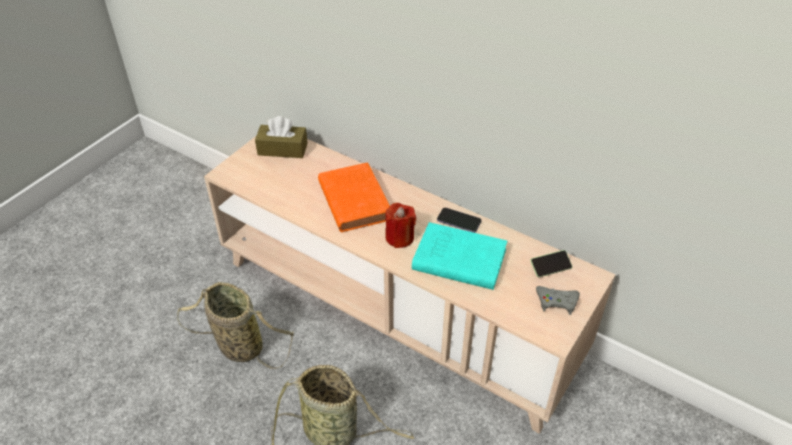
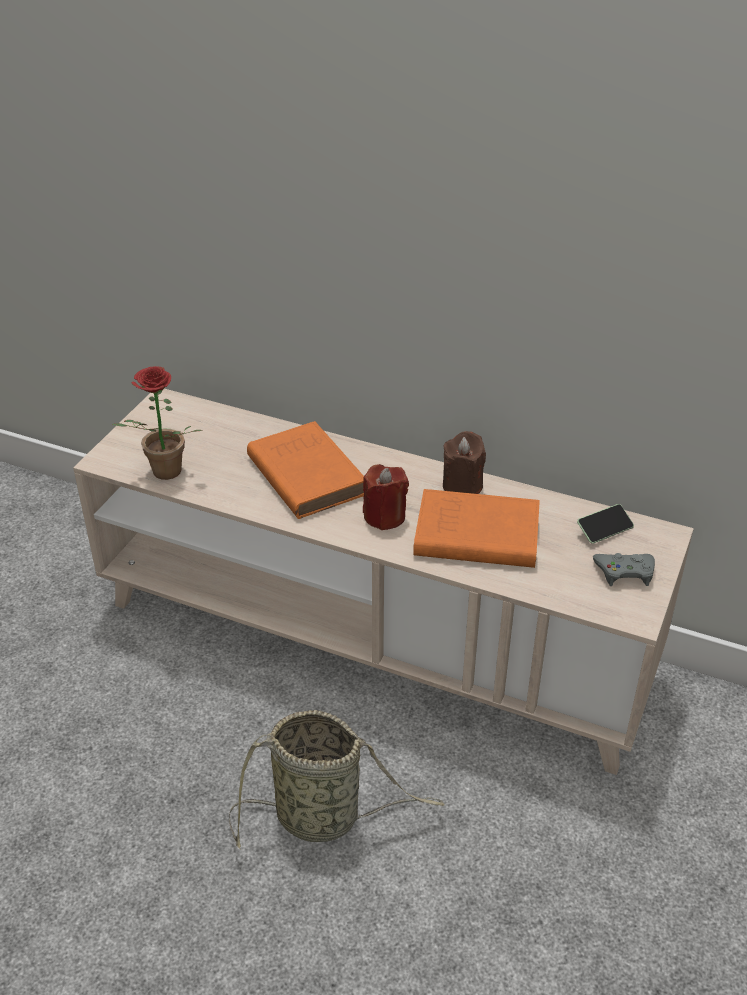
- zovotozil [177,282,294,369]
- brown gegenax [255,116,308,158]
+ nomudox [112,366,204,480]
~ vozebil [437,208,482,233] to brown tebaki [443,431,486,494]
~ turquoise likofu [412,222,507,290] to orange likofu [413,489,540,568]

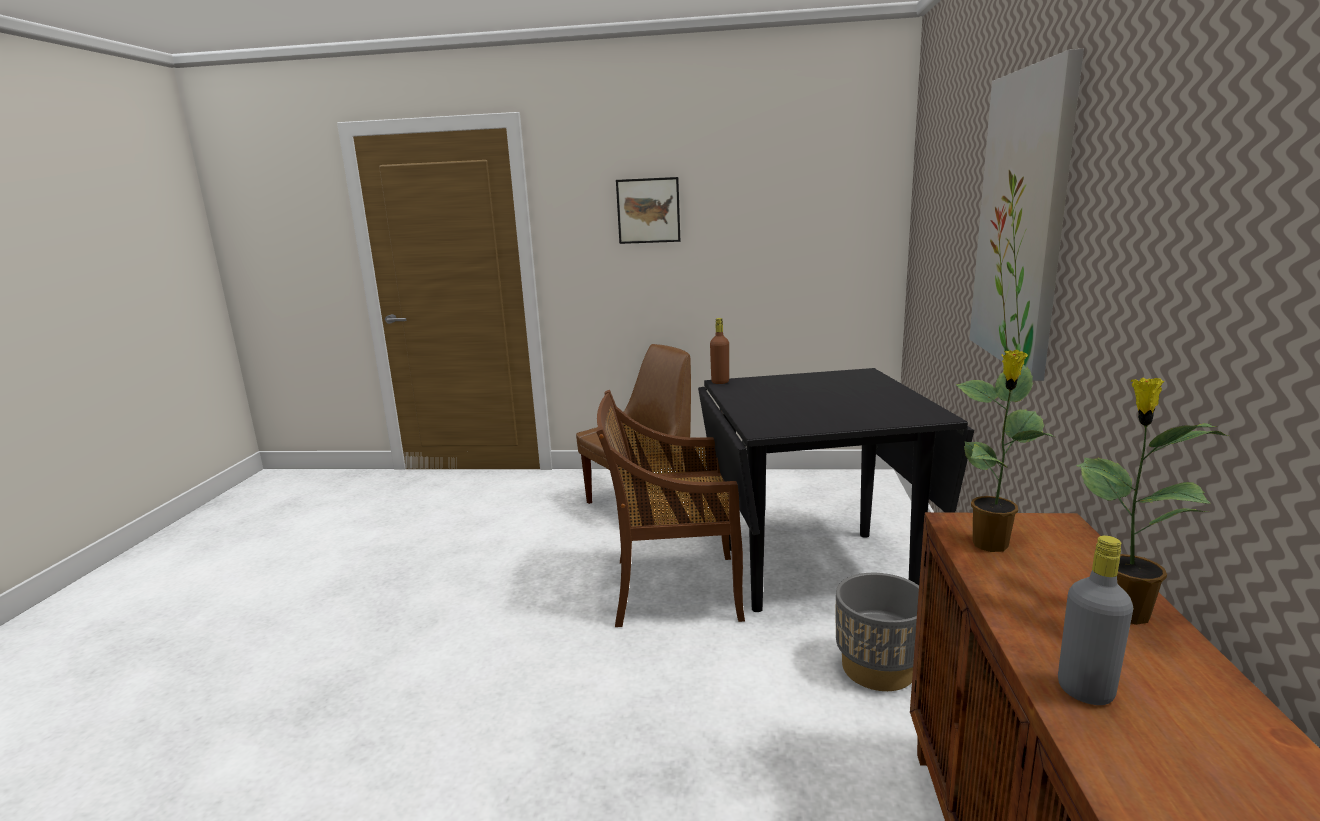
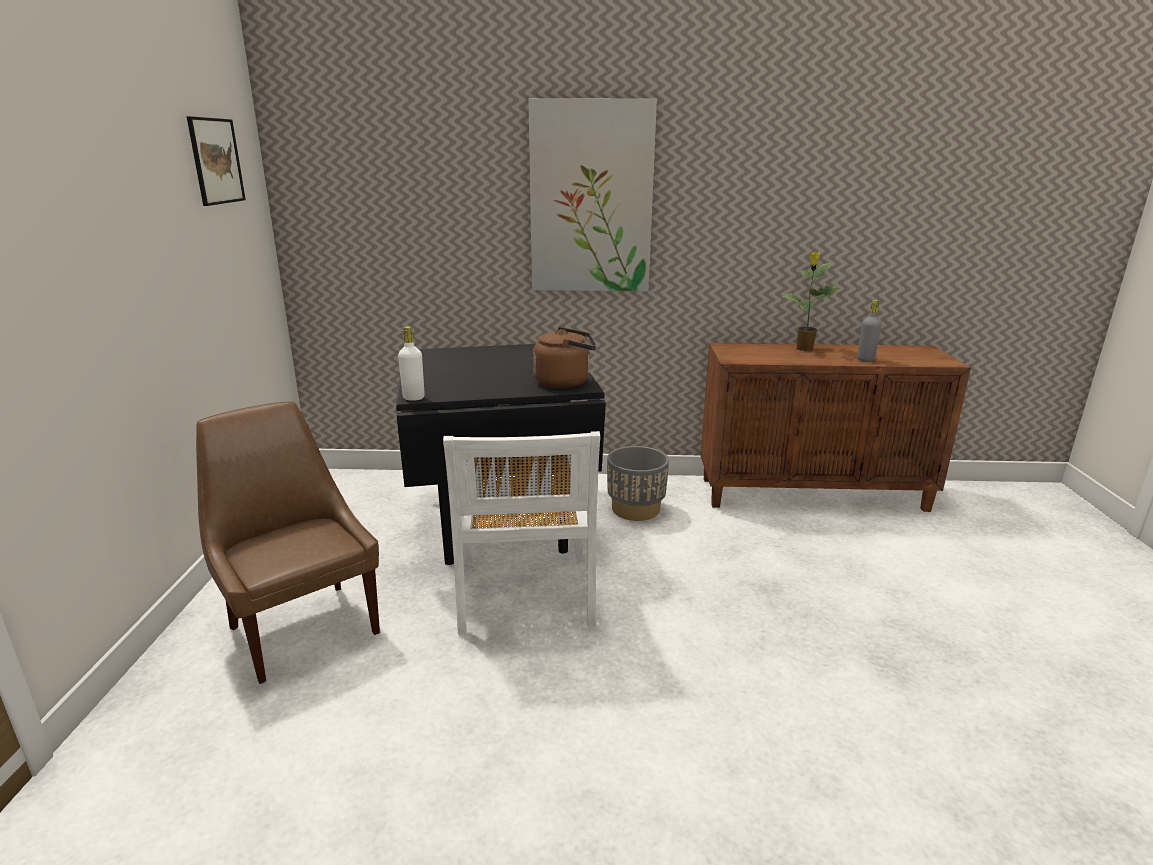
- nomudox [956,350,1055,552]
+ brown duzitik [533,327,596,388]
~ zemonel [616,177,680,244] to [187,116,246,206]
~ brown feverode [596,390,745,627] to white feverode [443,431,601,635]
~ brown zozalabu [710,318,729,384] to white zozalabu [398,326,425,401]

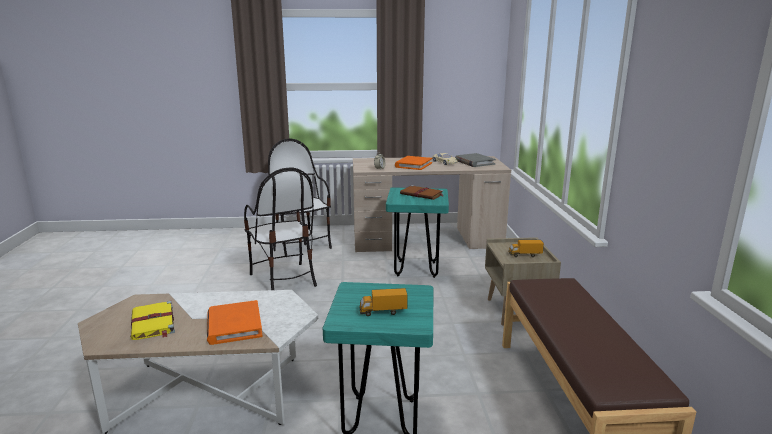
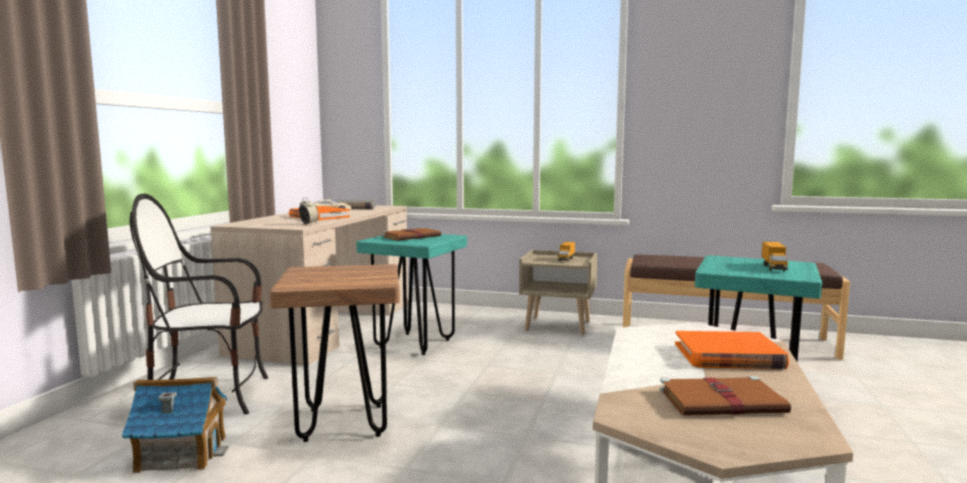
+ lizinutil [122,377,229,473]
~ feverode [244,168,317,290] to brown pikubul [270,264,400,442]
~ yellow likofu [131,301,175,340] to brown likofu [660,376,791,415]

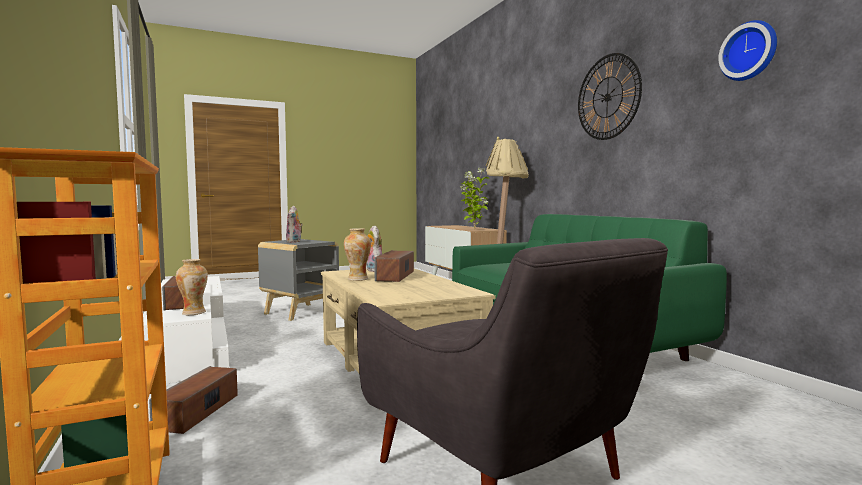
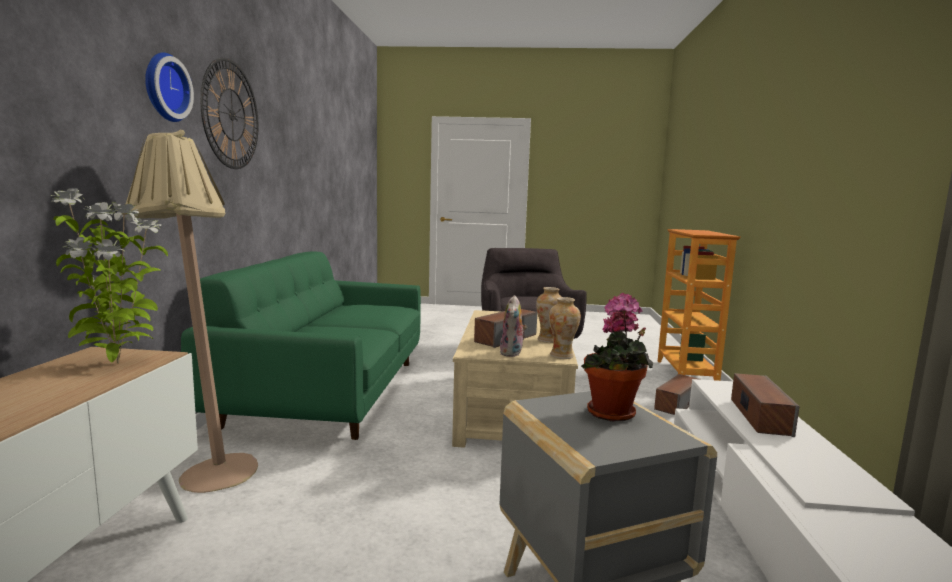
~ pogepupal [176,259,208,315] to [549,297,581,359]
~ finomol [718,20,777,81] to [145,53,194,122]
~ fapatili [286,206,303,243] to nomudox [581,293,653,421]

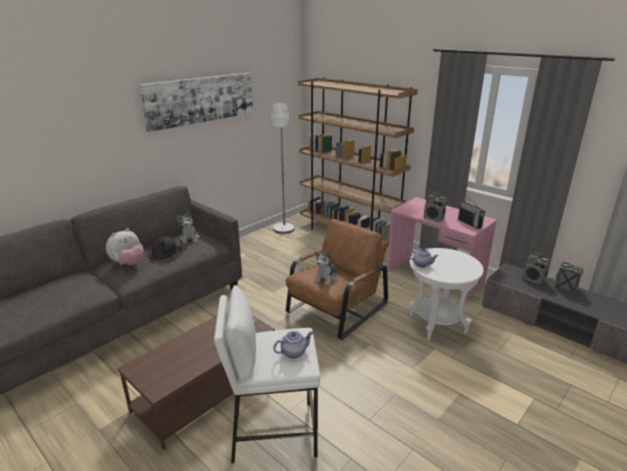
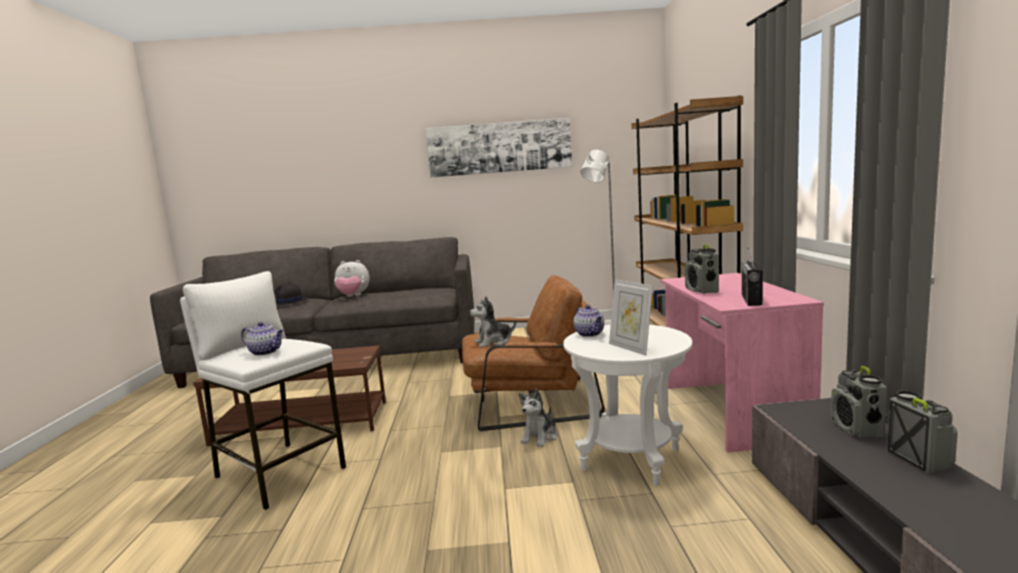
+ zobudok [609,279,653,356]
~ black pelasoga [147,236,182,260] to [274,283,308,305]
~ fapatili [176,211,200,244] to [519,388,557,447]

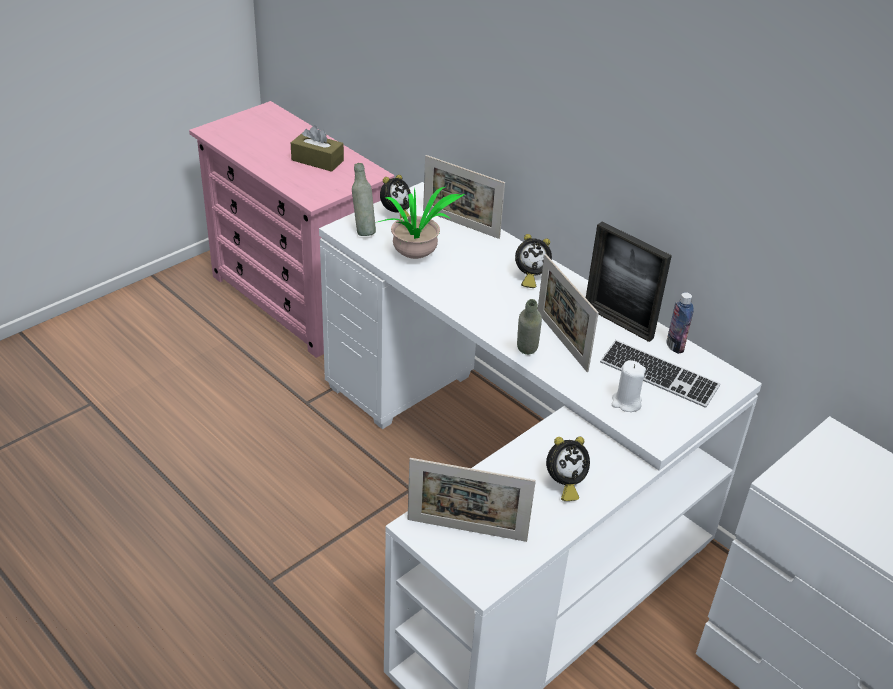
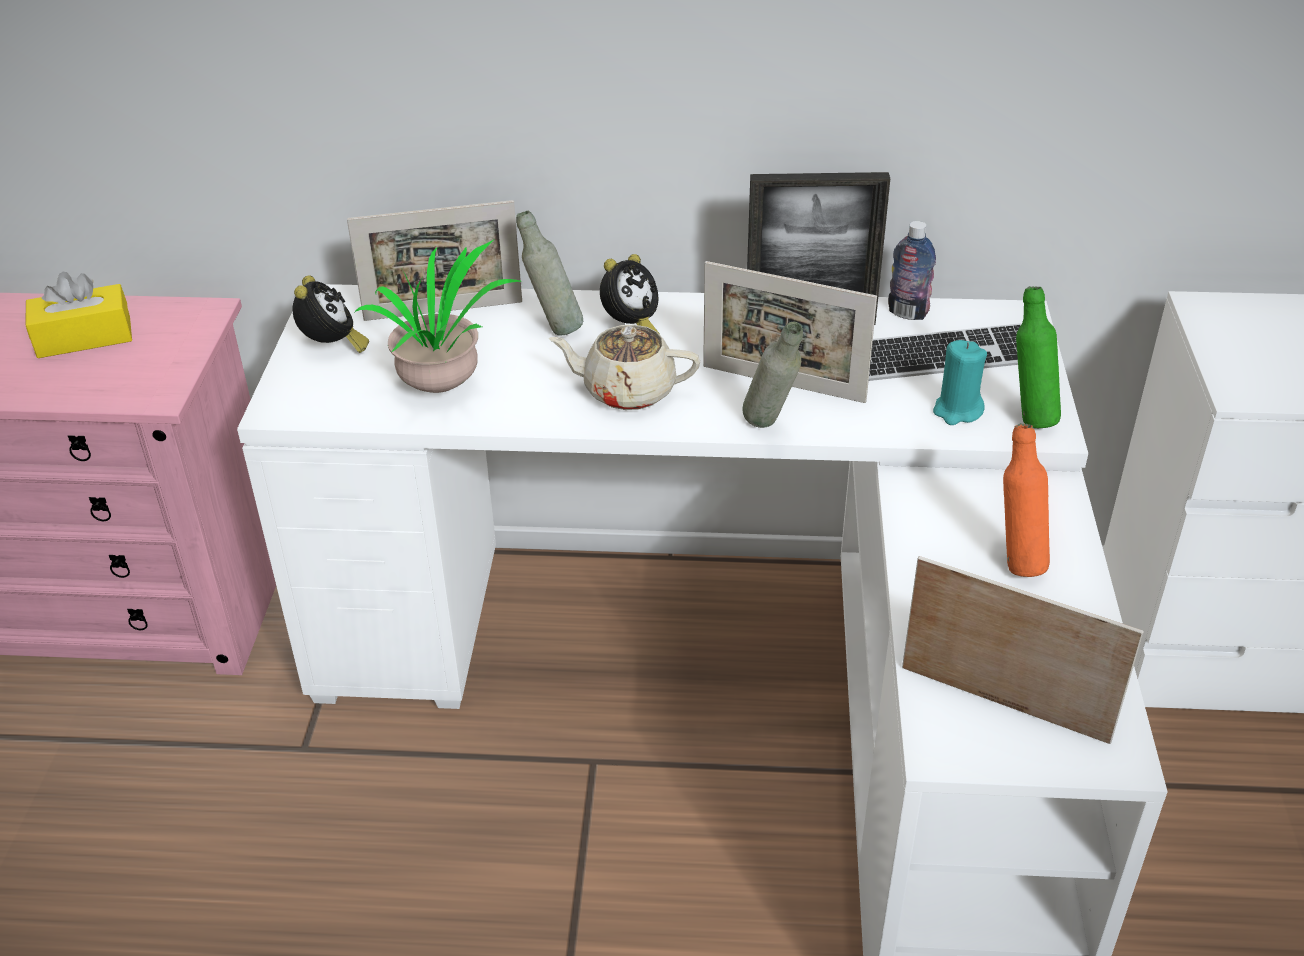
+ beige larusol [549,325,700,410]
+ green zozalabu [1016,286,1061,428]
~ grey zozalabu [352,163,376,236] to [516,211,583,335]
~ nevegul [546,436,590,501] to orange zozalabu [1003,423,1050,577]
~ brown gegenax [291,125,344,172] to yellow gegenax [26,272,132,358]
~ white tebaki [612,360,646,412] to turquoise tebaki [933,340,987,425]
~ zobudok [408,458,536,542] = [902,556,1144,744] 120 degrees counterclockwise

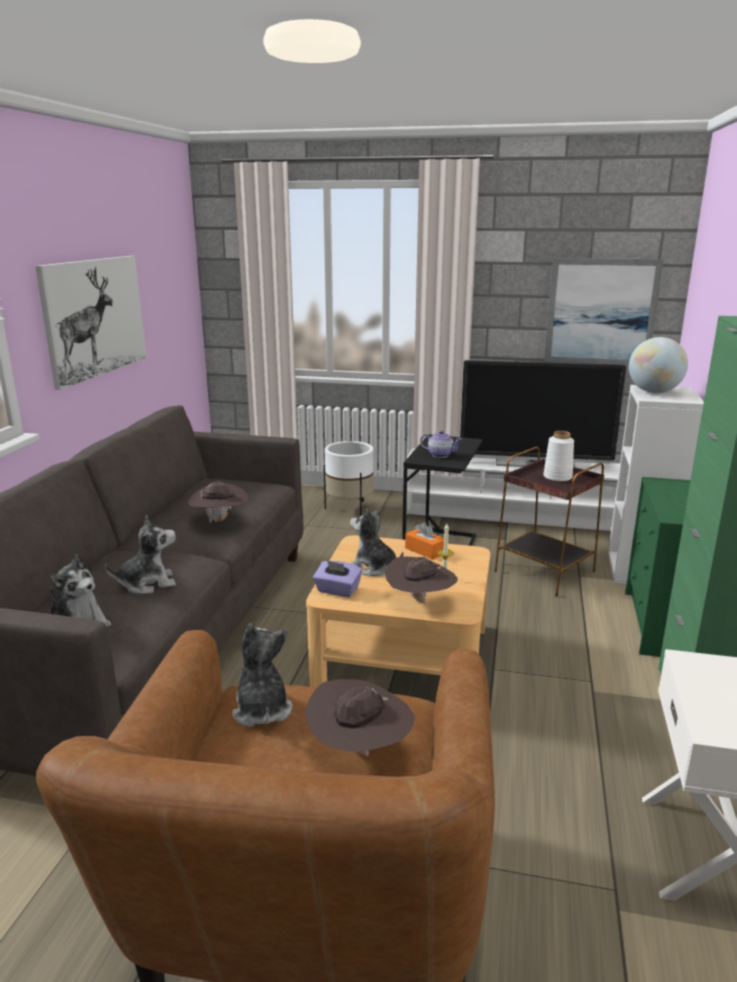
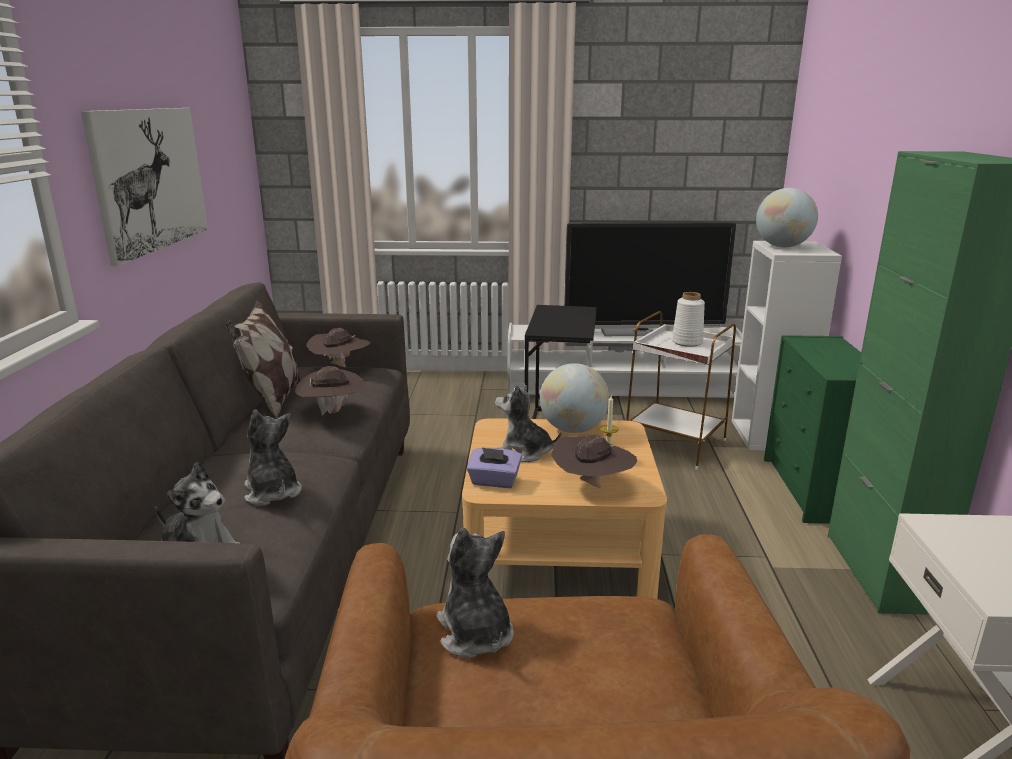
- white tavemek [324,441,374,516]
- larusol [420,430,463,458]
- zemonel [544,258,664,366]
+ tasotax [226,300,300,419]
~ brown pelasoga [304,679,415,756] to [306,328,371,367]
~ orange gegenax [405,522,444,560] to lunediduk [540,363,609,433]
~ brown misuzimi [494,446,604,597] to white misuzimi [626,311,736,470]
~ fapatili [105,515,176,594] = [244,409,302,506] 90 degrees counterclockwise

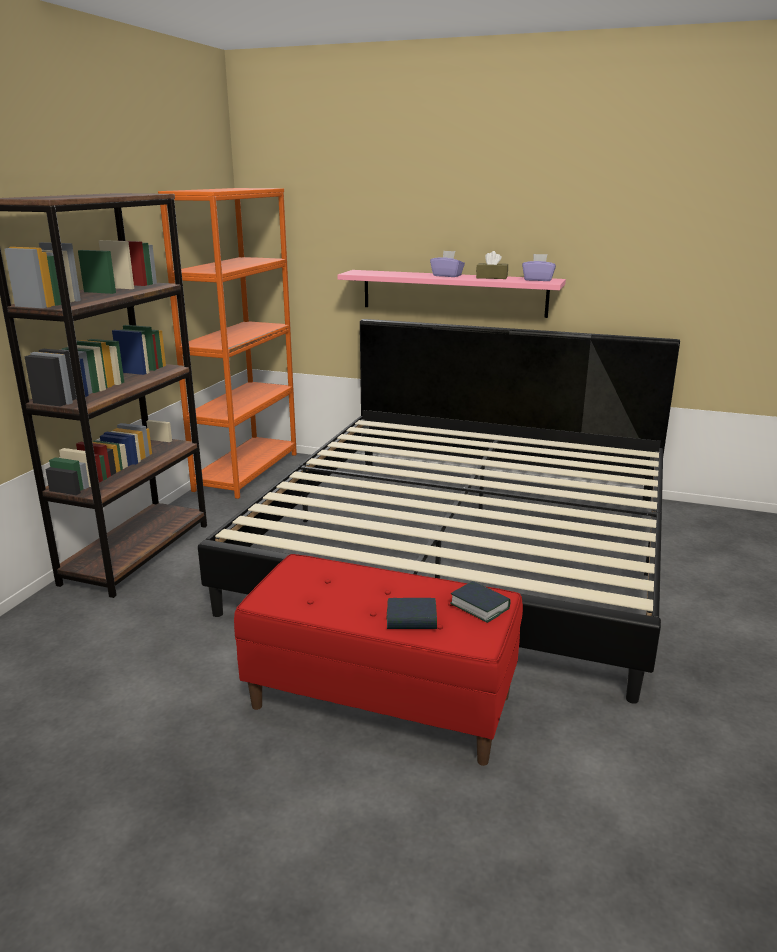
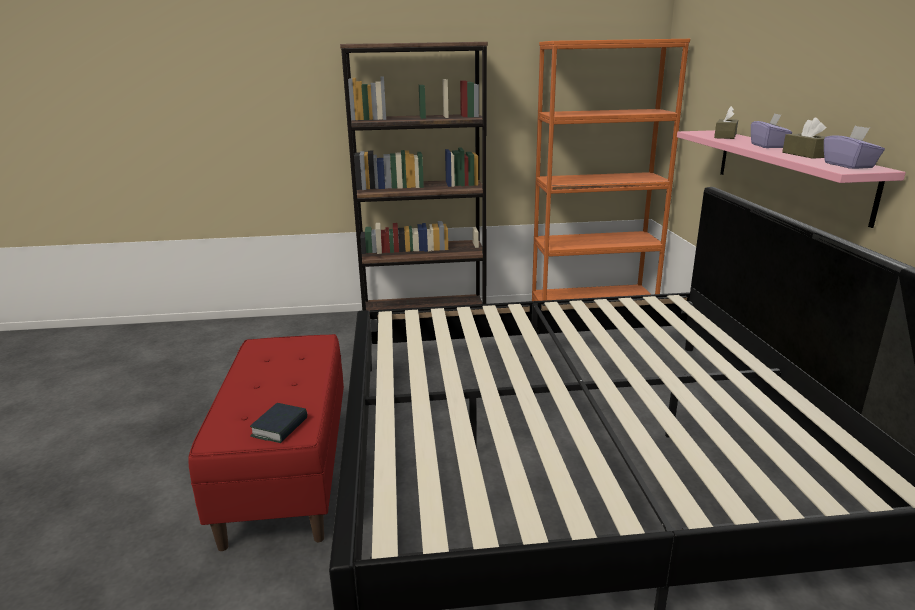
- likofu [387,598,437,629]
+ brown gegenax [714,106,738,139]

